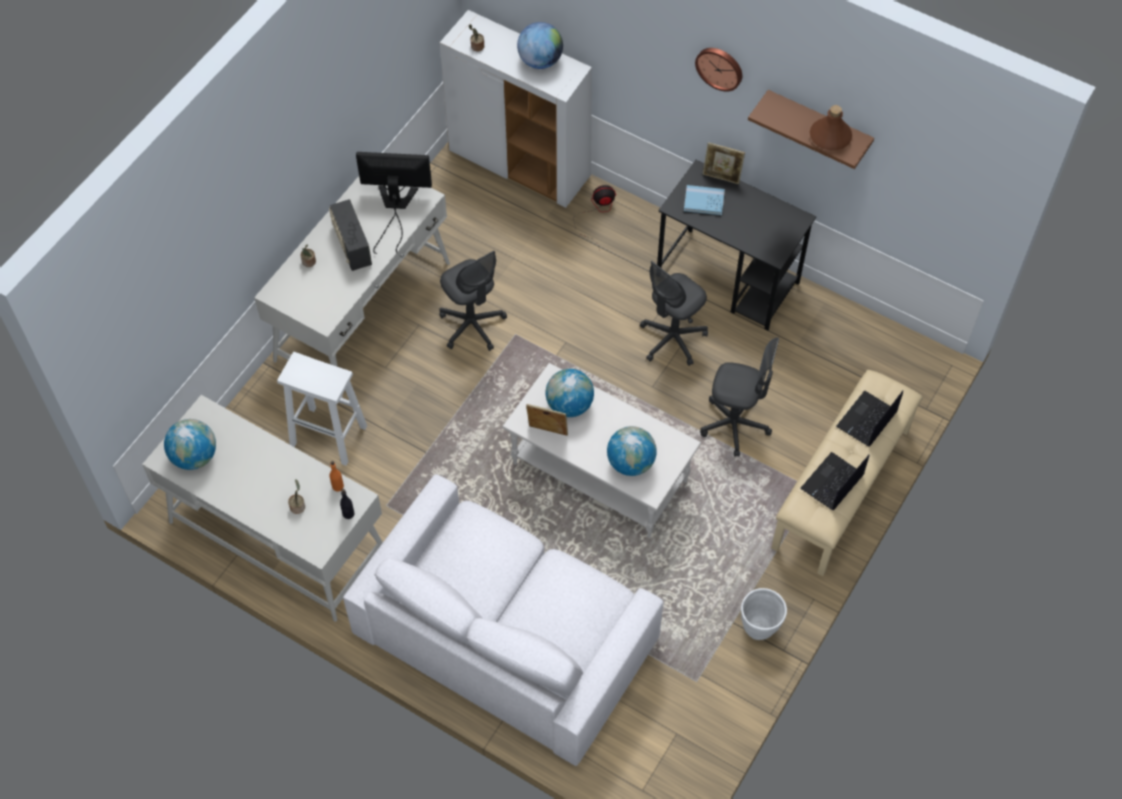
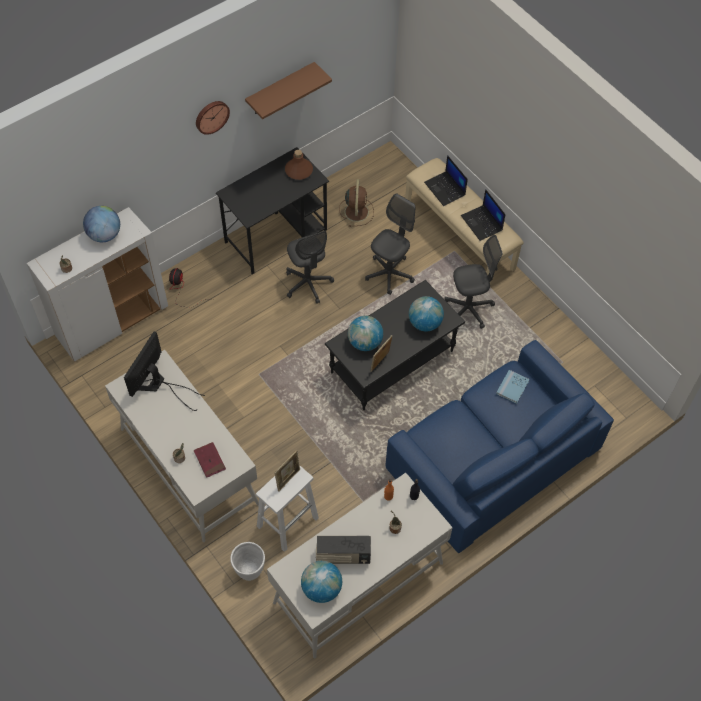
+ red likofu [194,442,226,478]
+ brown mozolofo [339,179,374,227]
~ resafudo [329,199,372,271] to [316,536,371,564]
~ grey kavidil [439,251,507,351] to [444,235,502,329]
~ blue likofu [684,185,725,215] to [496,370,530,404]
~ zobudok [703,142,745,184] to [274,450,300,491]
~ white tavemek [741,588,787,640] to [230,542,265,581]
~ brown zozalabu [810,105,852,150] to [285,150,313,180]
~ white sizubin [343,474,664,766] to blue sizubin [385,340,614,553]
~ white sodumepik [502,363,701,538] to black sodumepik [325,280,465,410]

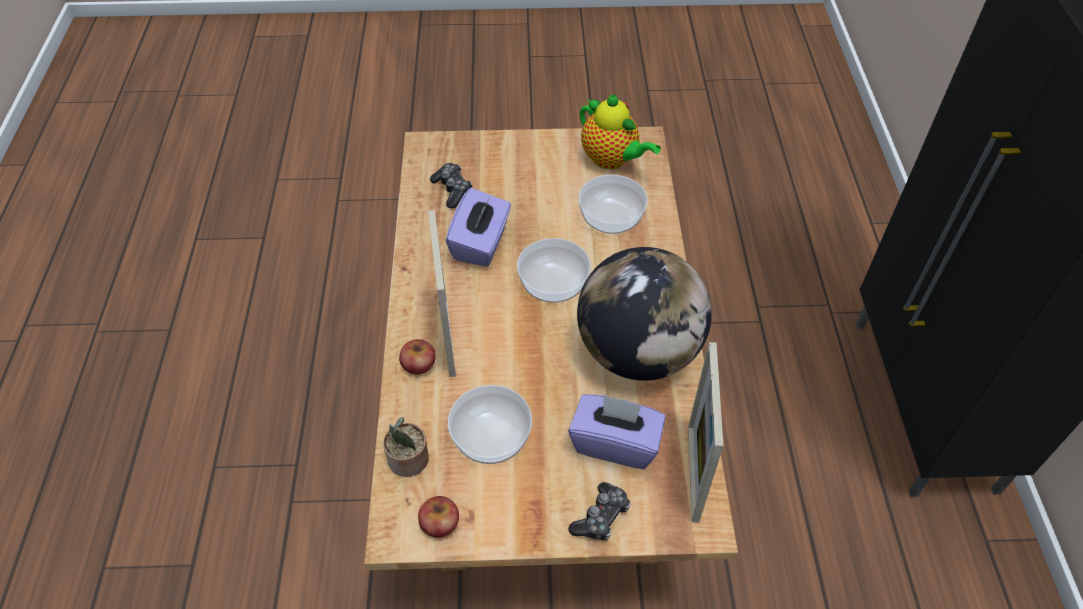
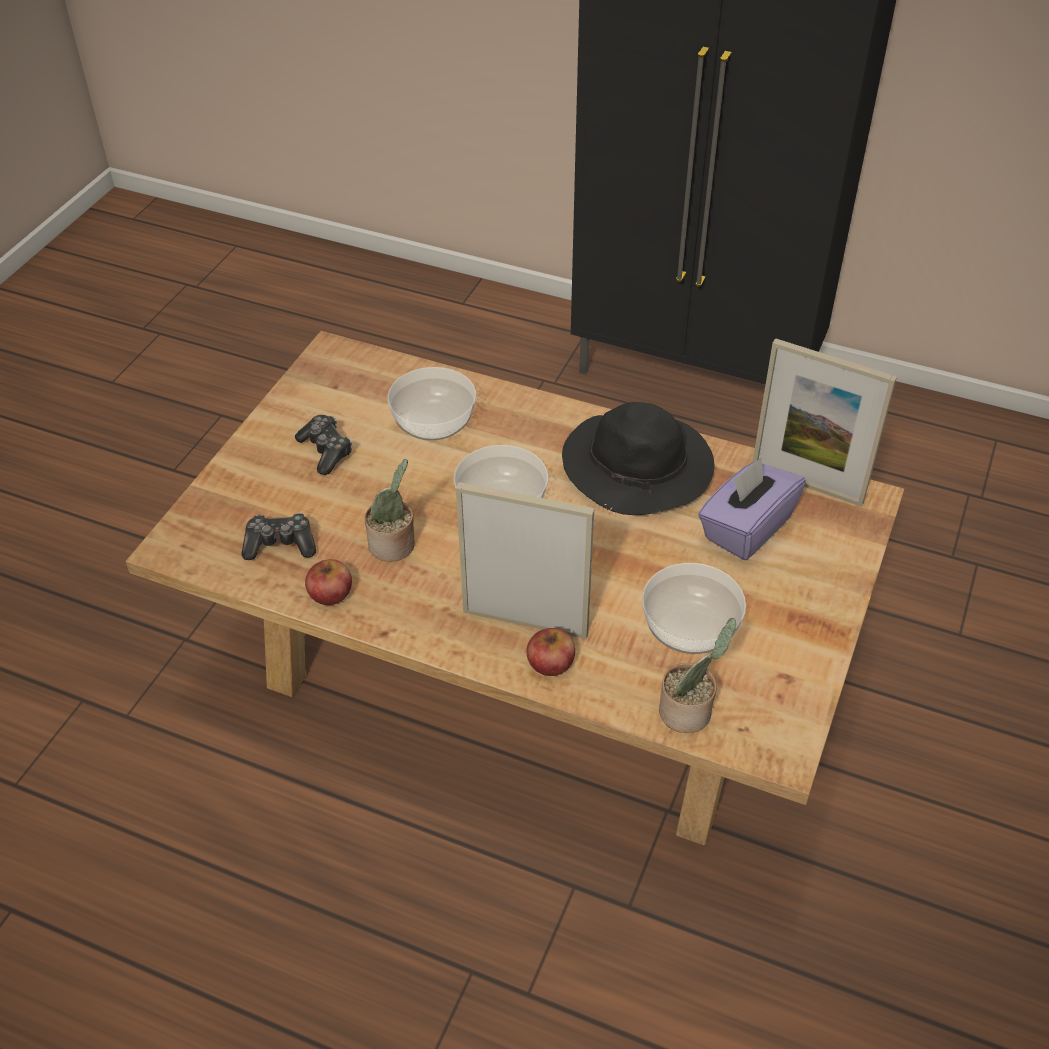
- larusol [580,94,661,169]
~ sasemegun [418,496,459,538] to [305,559,352,605]
~ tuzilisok [568,482,631,541] to [295,415,352,475]
~ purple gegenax [446,188,511,267] to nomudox [365,459,415,562]
~ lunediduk [577,247,712,381] to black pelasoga [562,402,714,515]

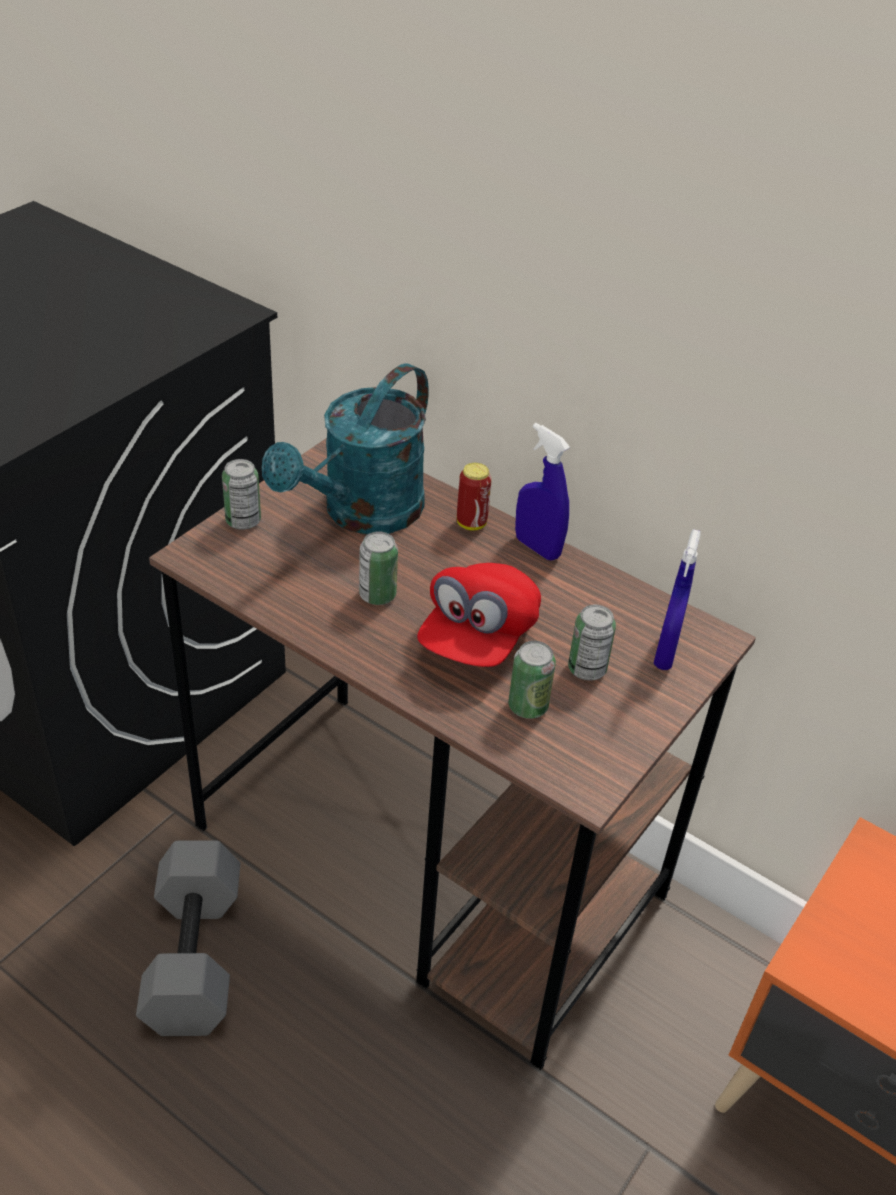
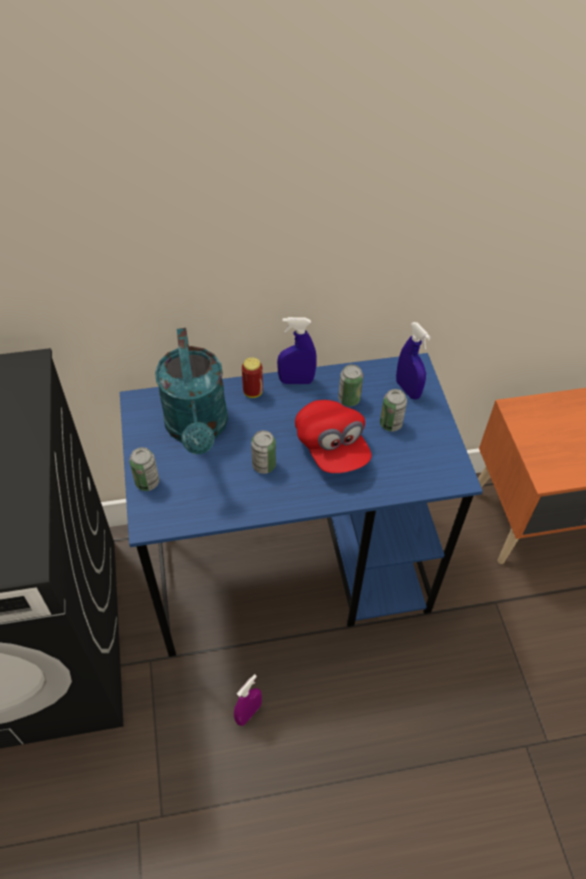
~ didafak [508,641,556,719] to [338,364,363,407]
~ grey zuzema [136,841,240,1036] to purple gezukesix [234,674,262,726]
~ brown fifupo [149,438,756,1070] to blue fifupo [120,353,483,657]

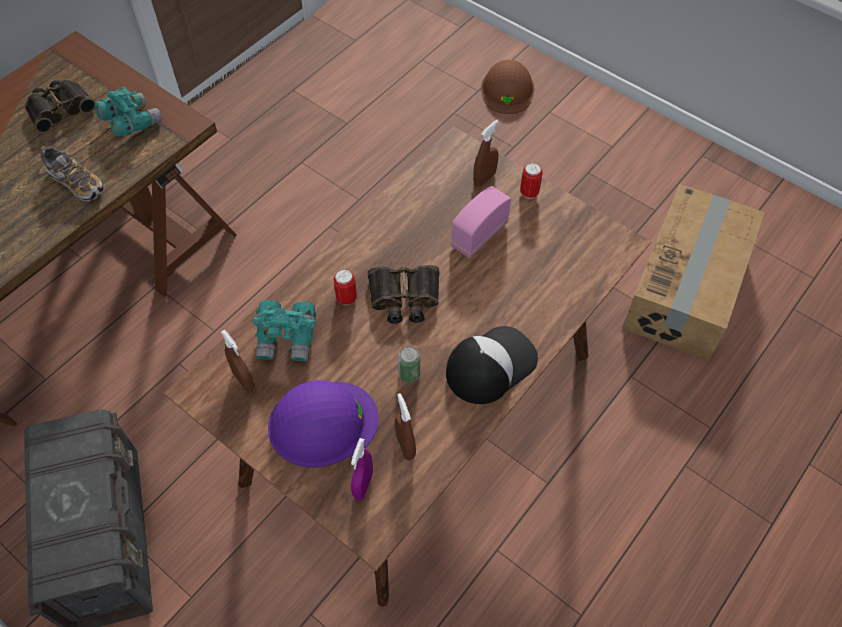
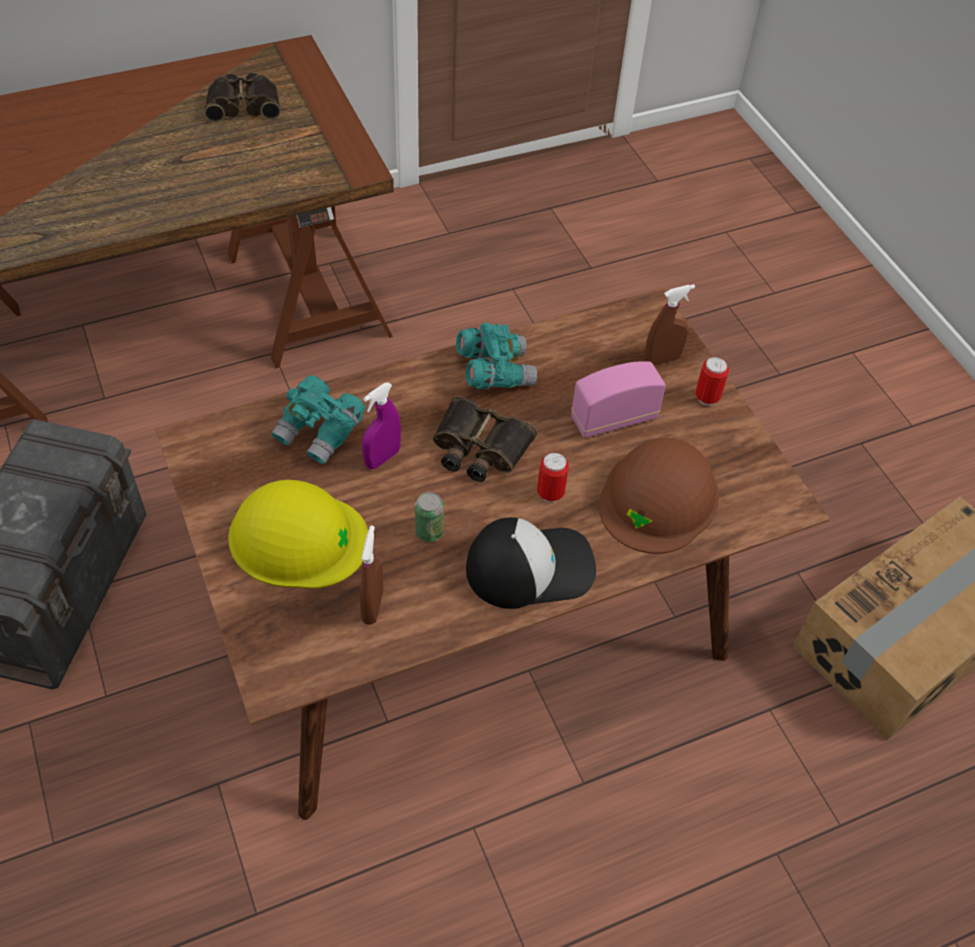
- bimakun [41,146,104,202]
- brown gezukesix [221,330,255,392]
~ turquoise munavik [95,87,162,137] to [456,322,537,389]
~ didafak [334,269,357,305] to [537,452,569,502]
~ purple gezukesix [351,438,373,501] to [362,382,401,469]
~ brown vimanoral [481,60,535,114] to [599,438,719,554]
~ purple vimanoral [268,380,379,468] to yellow vimanoral [228,480,368,589]

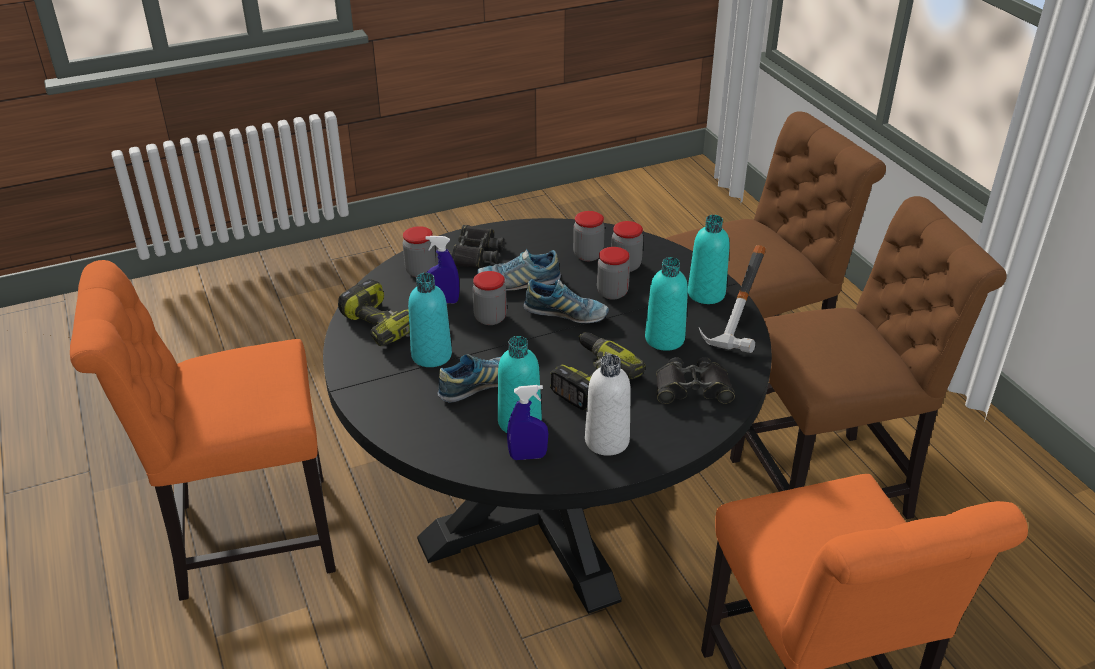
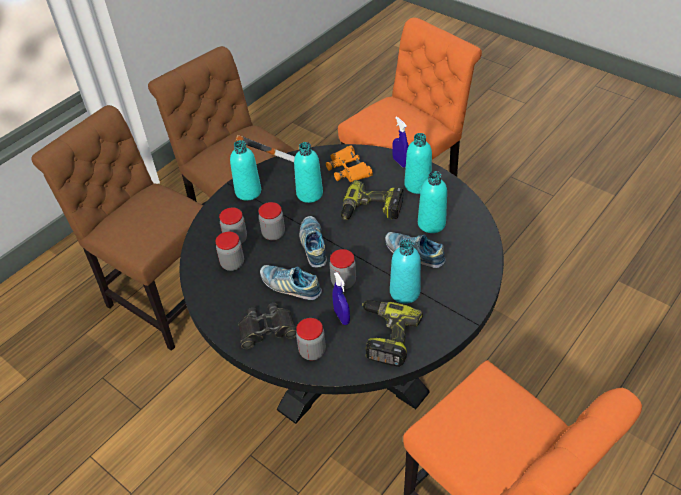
~ blue gezukesix [507,385,548,460] to [392,116,409,168]
~ white zozalabu [585,354,631,456] to turquoise zozalabu [404,133,432,194]
~ black munavik [656,357,735,404] to orange munavik [326,145,373,182]
~ bimakun [477,249,561,291] = [260,265,322,300] 150 degrees clockwise

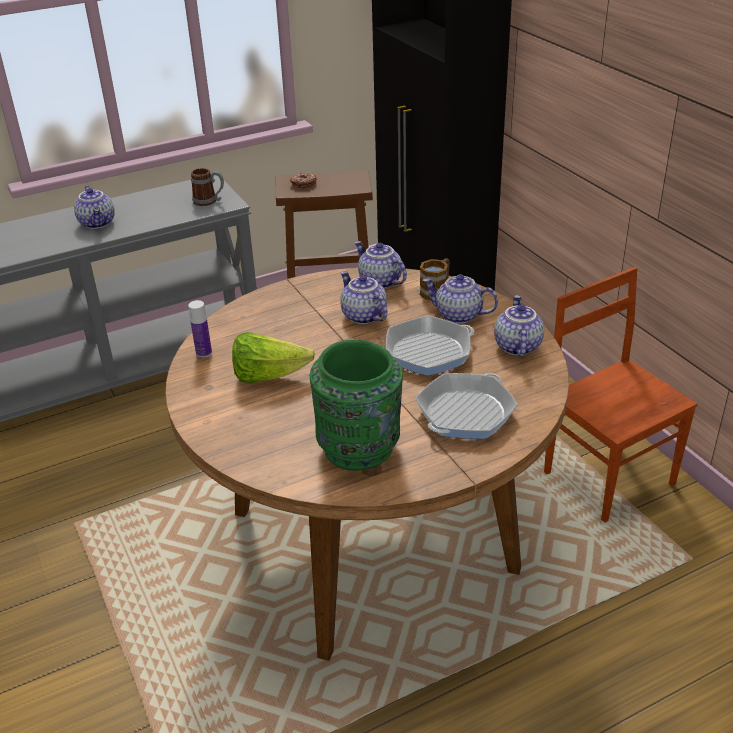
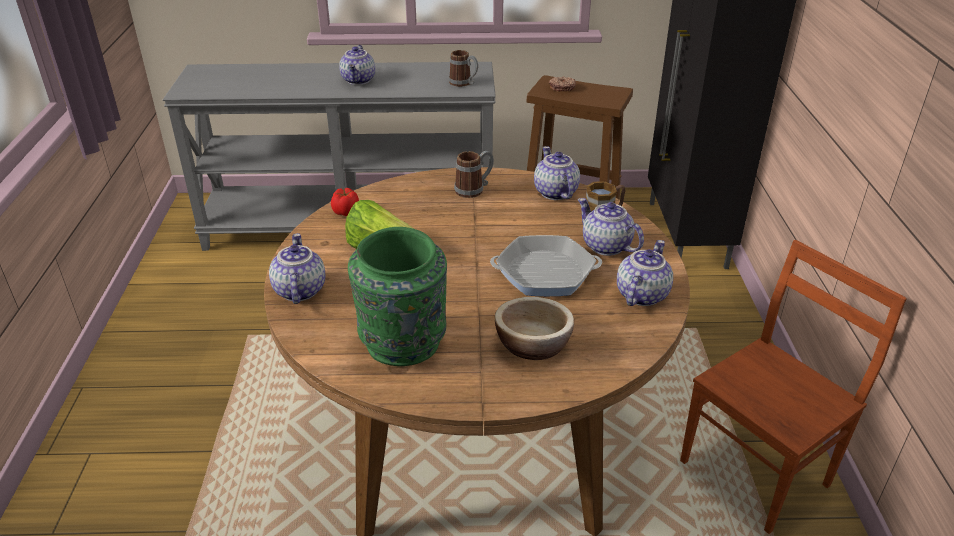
+ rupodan [454,151,494,198]
~ larusol [340,271,387,324] to [269,233,325,304]
~ zozalabu [188,300,212,358] to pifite [331,188,359,216]
~ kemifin [415,373,518,439] to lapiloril [495,297,574,360]
~ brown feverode [544,267,698,522] = [680,240,907,534] 60 degrees clockwise

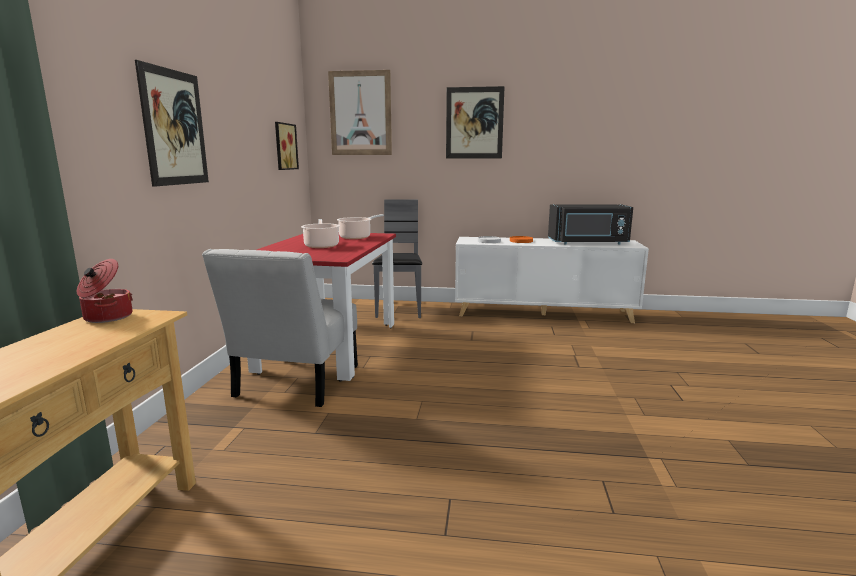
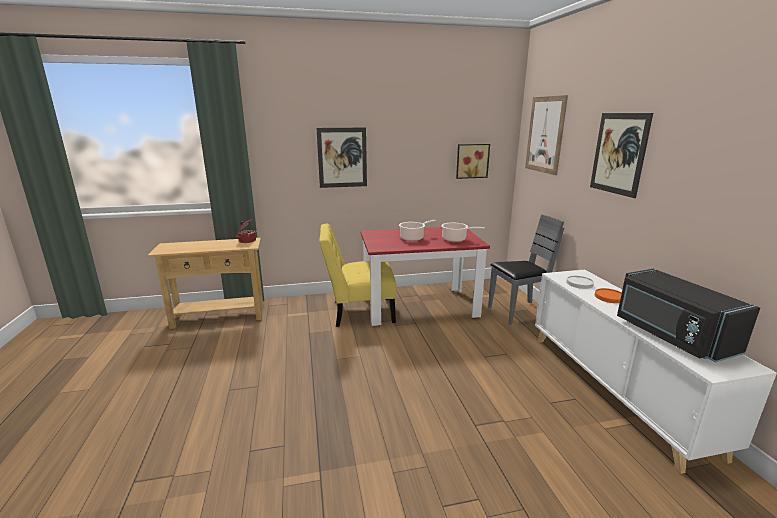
~ white feverode [202,249,358,407] to yellow feverode [319,224,396,327]

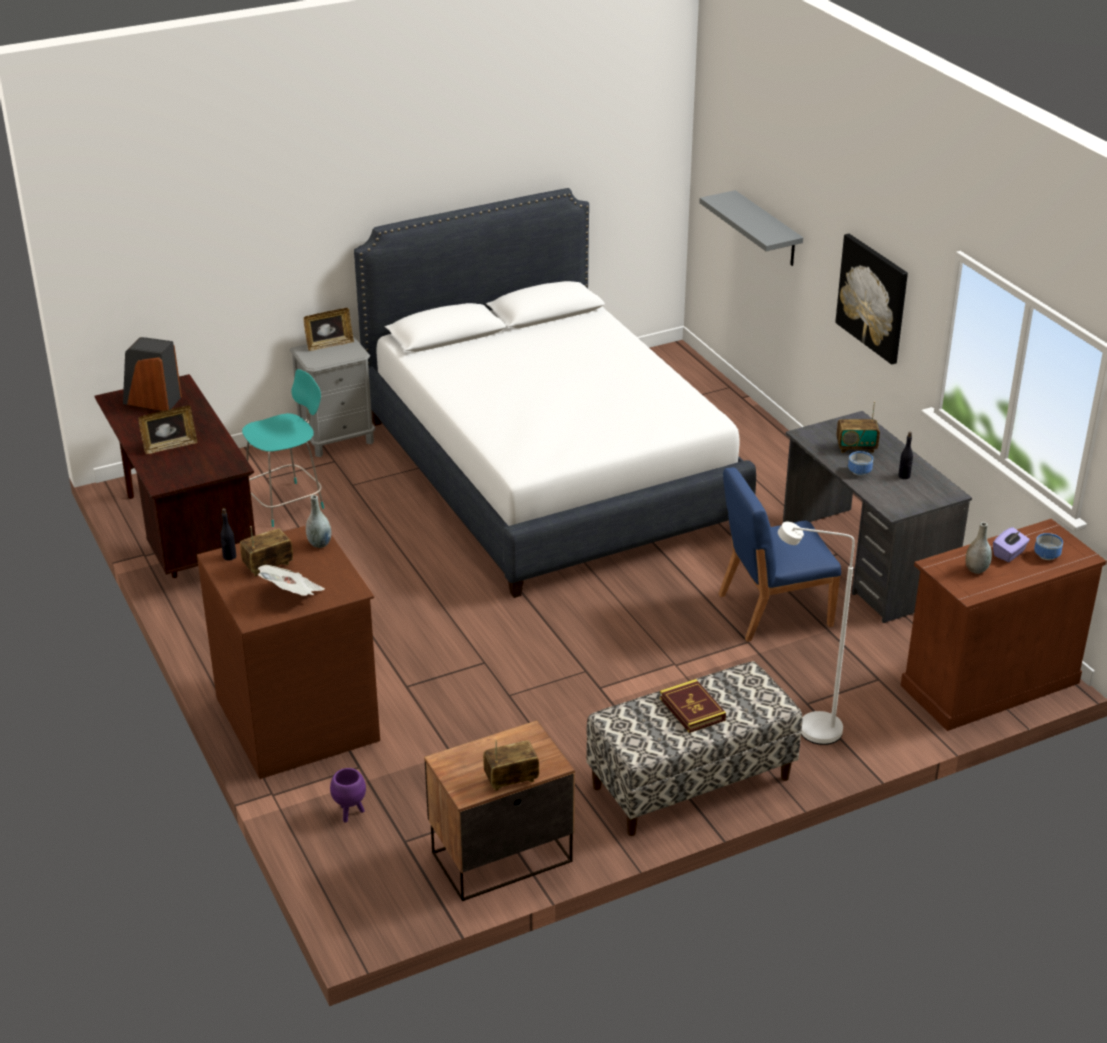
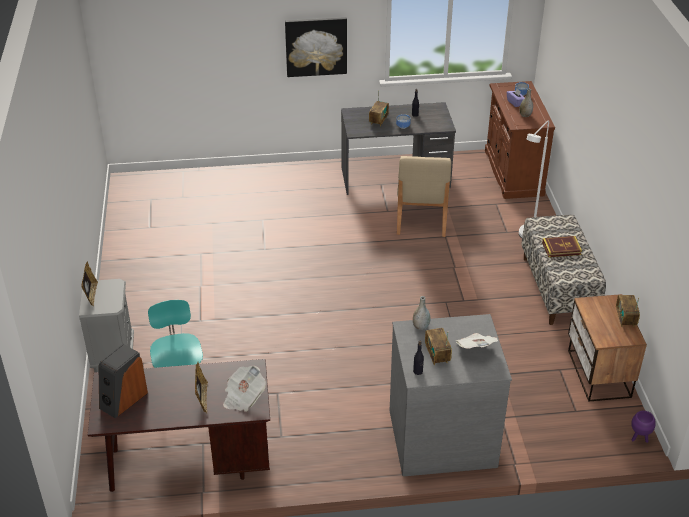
- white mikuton [354,188,756,598]
- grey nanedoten [699,190,803,266]
+ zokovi [223,366,266,411]
~ purple tavemek [330,768,366,823] to [631,411,656,443]
~ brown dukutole [197,526,380,779] to grey dukutole [390,314,512,476]
~ blue feverode [719,467,841,642] to beige feverode [397,156,451,237]

